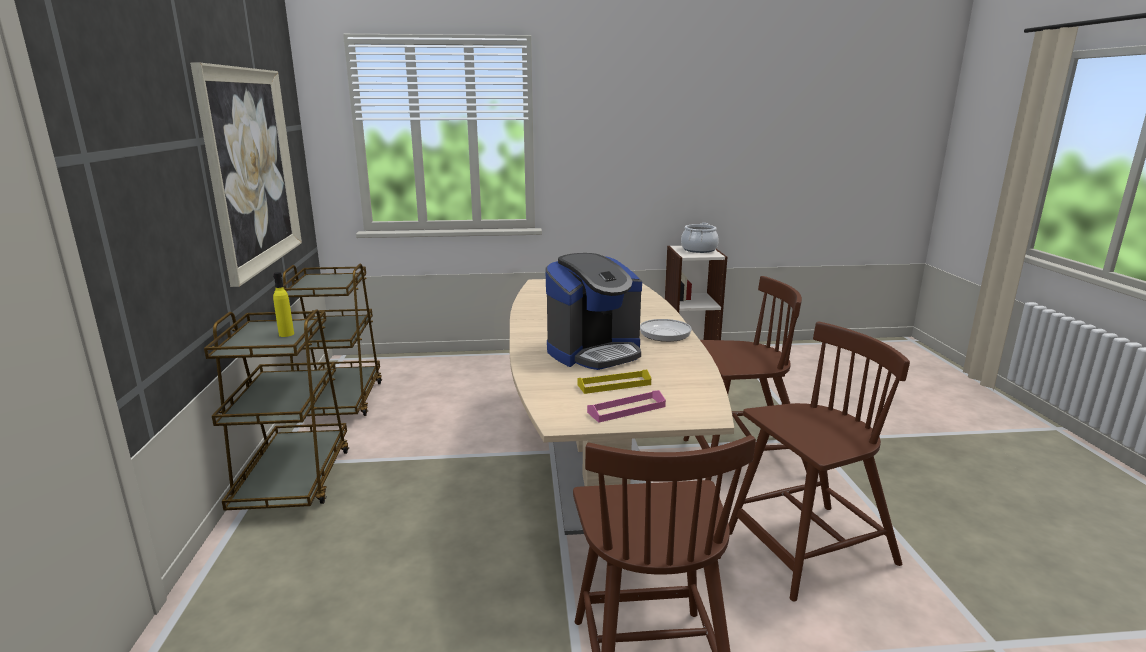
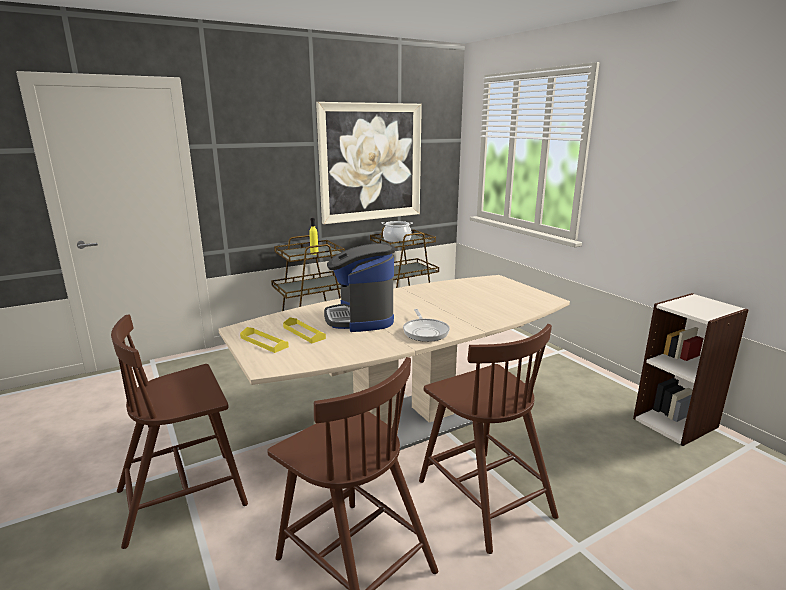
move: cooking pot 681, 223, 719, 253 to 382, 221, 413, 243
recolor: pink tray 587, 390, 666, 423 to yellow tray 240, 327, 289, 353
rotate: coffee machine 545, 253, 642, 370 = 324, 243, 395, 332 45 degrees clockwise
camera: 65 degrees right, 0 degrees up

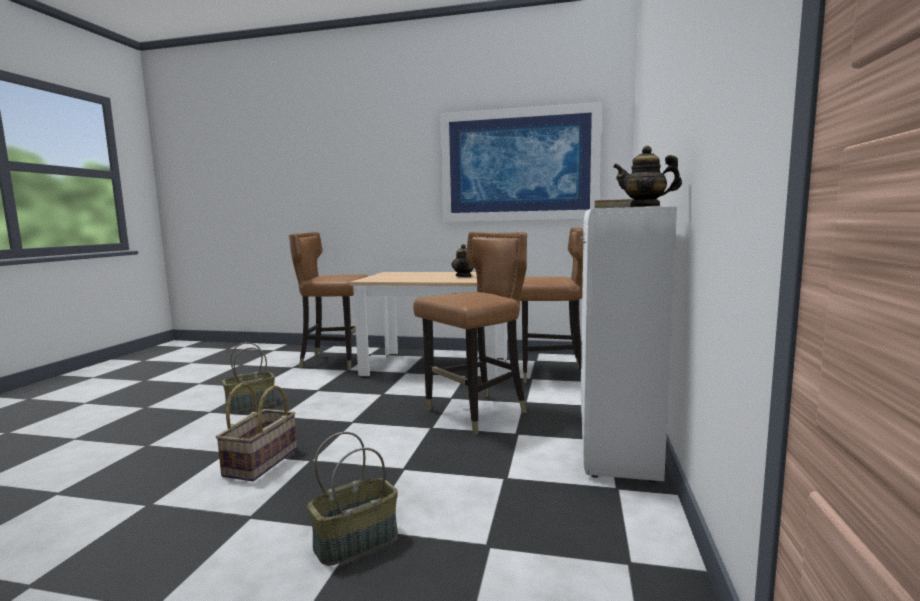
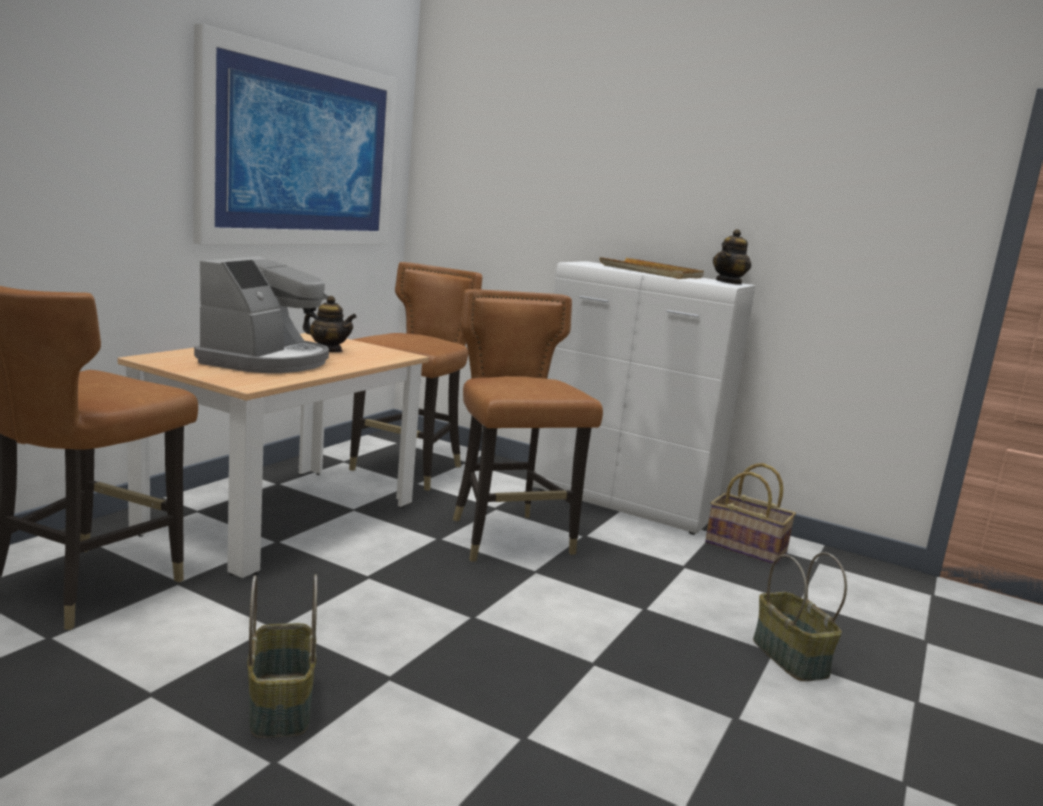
insert: coffee machine 194, 256, 329, 373
move: basket 216, 383, 297, 481 to 705, 463, 796, 565
camera: 75 degrees left, 5 degrees up

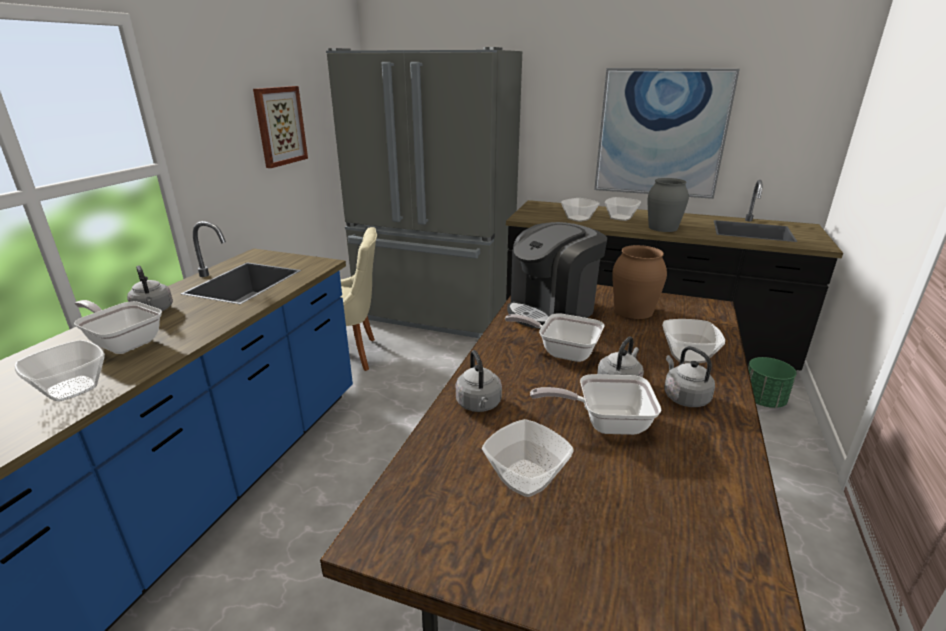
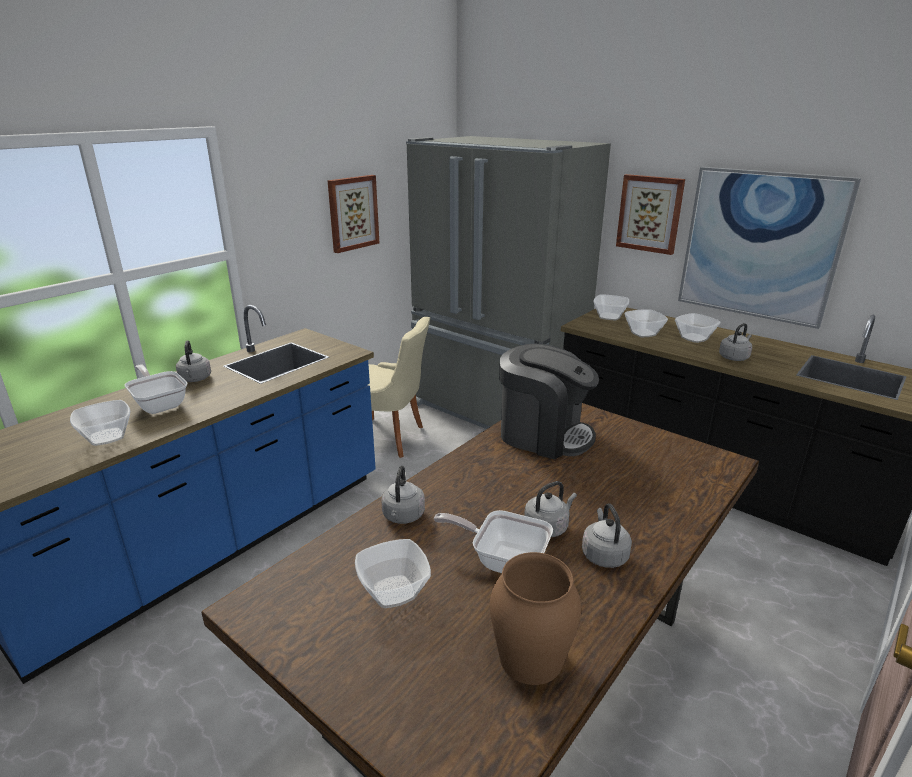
delete: frying pan 505, 313, 604, 362; green planter 748, 357, 797, 408
insert: picture 616, 174, 685, 255
move: brown vase 612, 245, 667, 319 to 490, 552, 581, 685; bowl 662, 319, 725, 363 to 594, 295, 629, 320
replace: grey vase 648, 178, 689, 232 to grey kettle 719, 323, 752, 361
rotate: coffee machine 507, 222, 607, 329 = 499, 344, 599, 460 135 degrees counterclockwise
camera: 20 degrees right, 0 degrees up

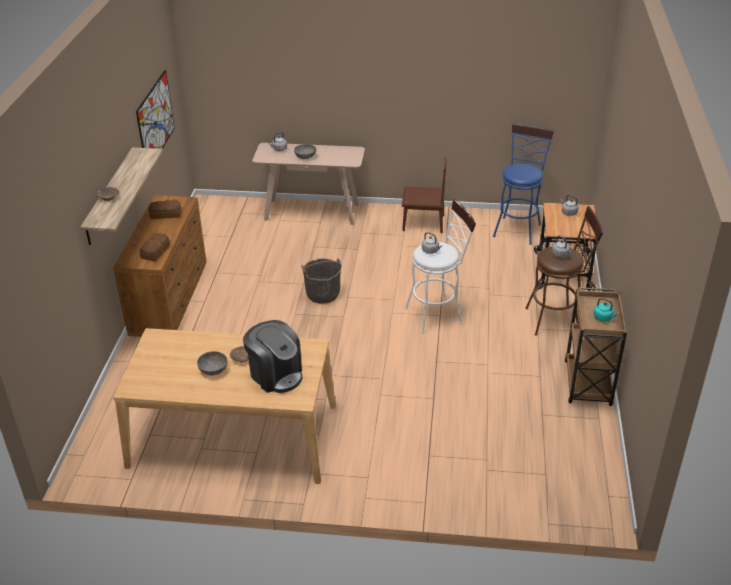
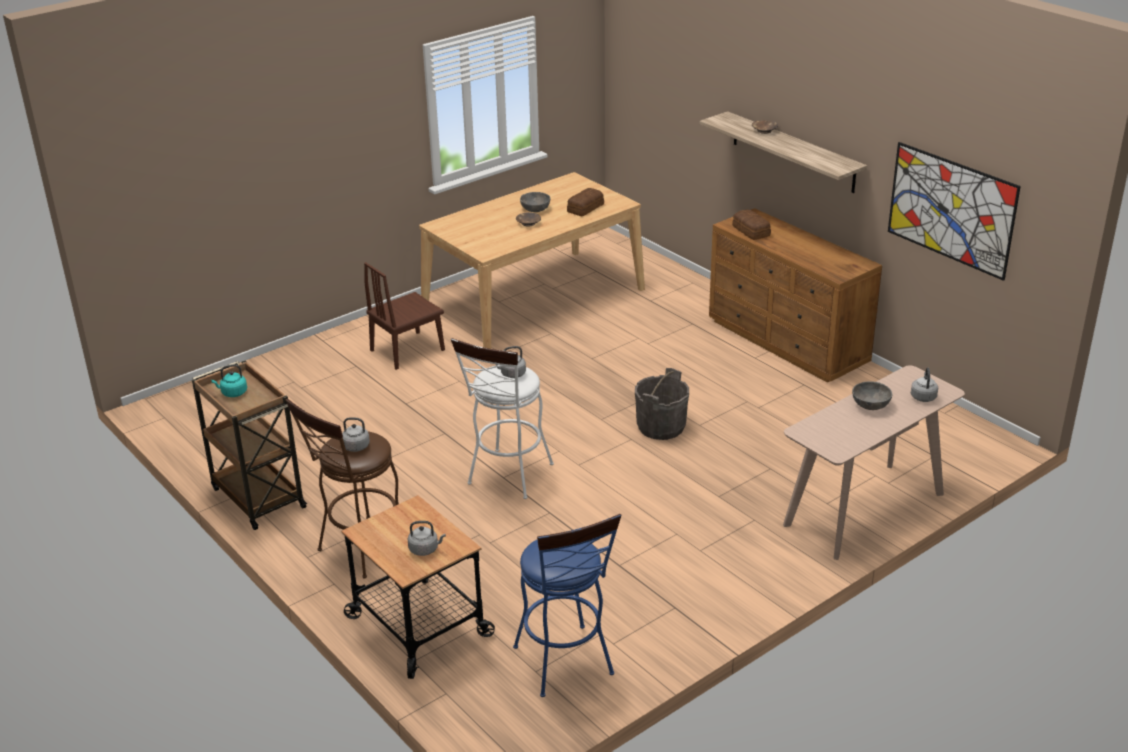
delete: coffee machine 243, 320, 302, 393
move: brown chair 402, 157, 446, 233 to 364, 262, 445, 370; bread 148, 200, 181, 219 to 567, 188, 604, 216
camera: 135 degrees right, 5 degrees down

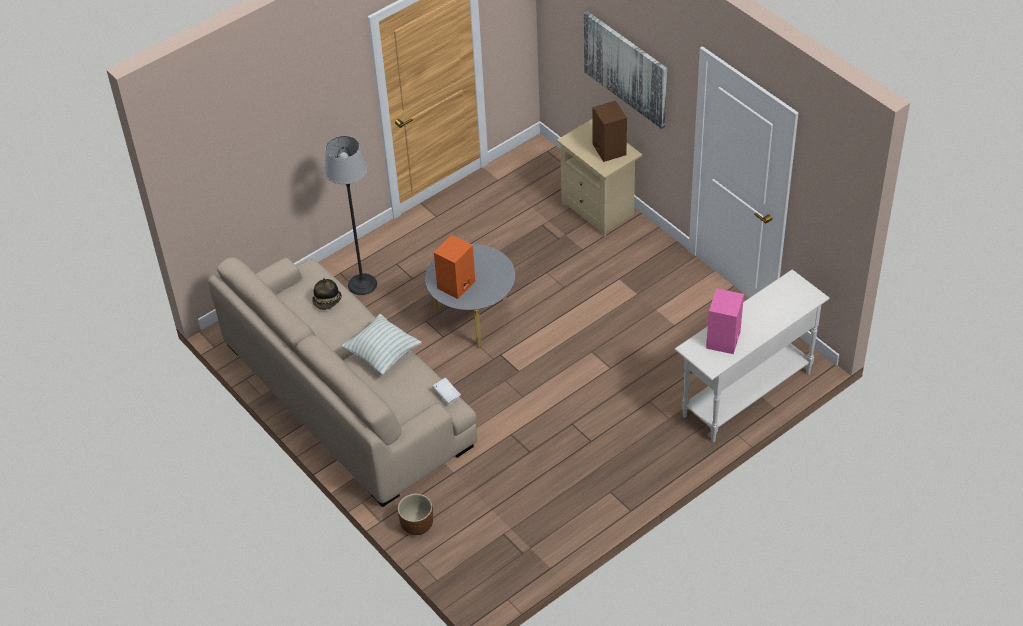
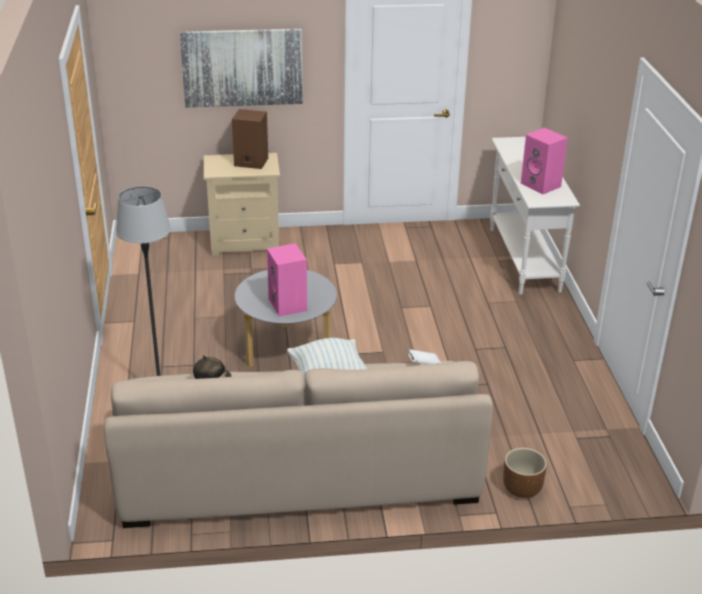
recolor: orange speaker 434, 235, 475, 299 to pink speaker 267, 243, 307, 317
camera: 60 degrees left, 15 degrees down

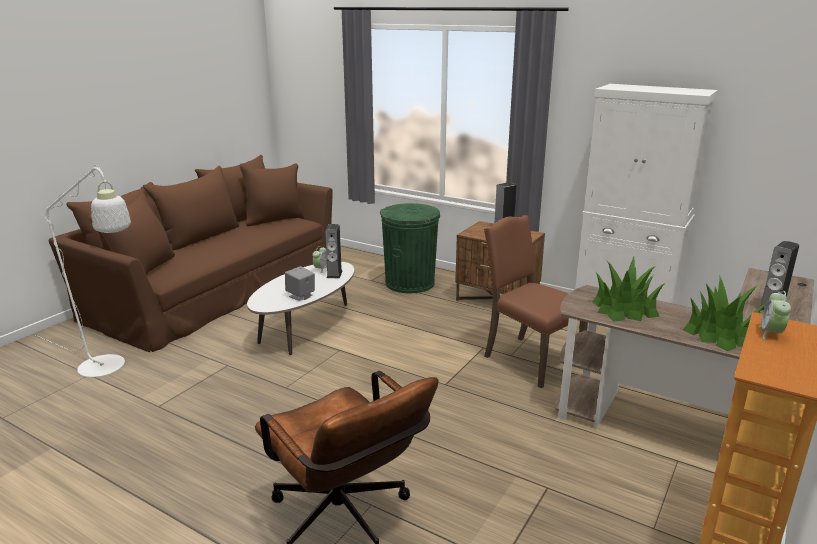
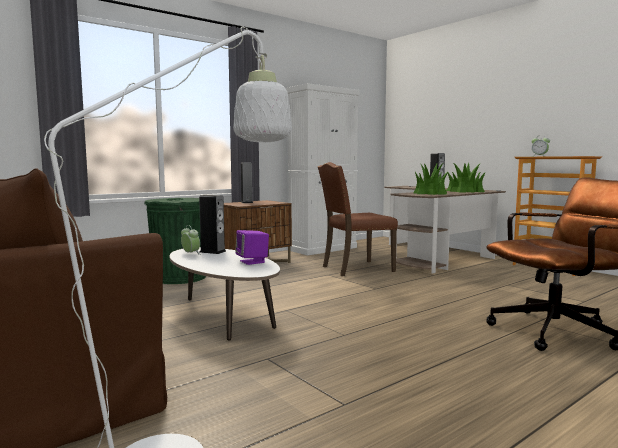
recolor: grey speaker 285, 266, 315, 301 to purple speaker 235, 230, 269, 265
camera: 70 degrees left, 15 degrees down

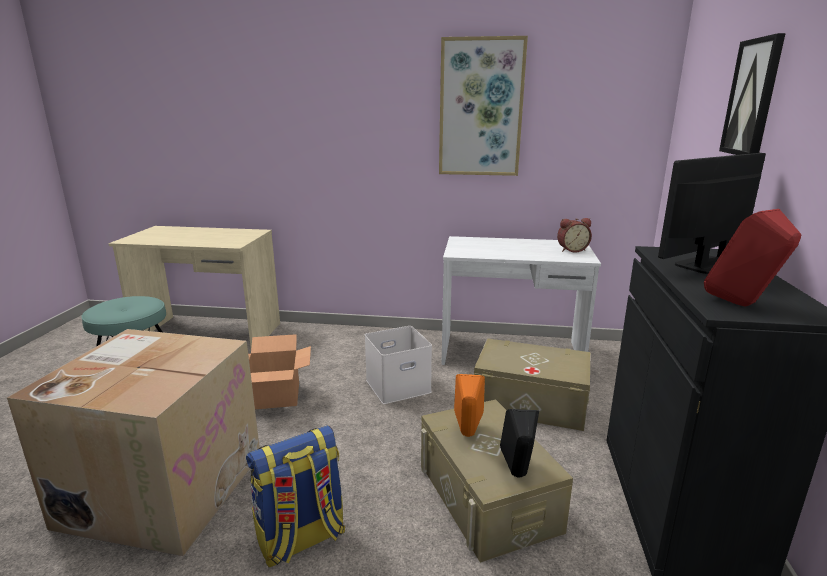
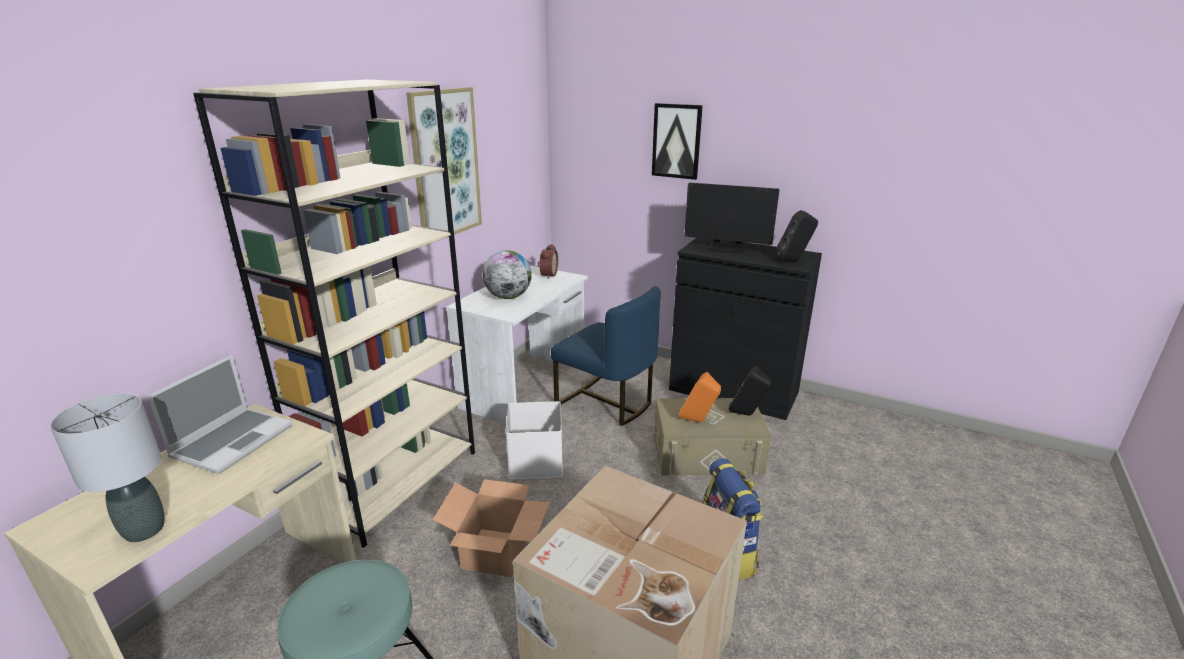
insert: beige bookcase 193, 80, 475, 548; globe 483, 250, 532, 299; laptop 147, 355, 293, 474; grey table lamp 50, 394, 164, 542
replace: beige storage box 474, 338, 590, 431 to blue chair 551, 286, 661, 426
recolor: red speaker 704, 209, 802, 306 to black speaker 776, 210, 818, 262
rotate: monitor 658, 153, 766, 274 = 684, 183, 779, 254 60 degrees counterclockwise
camera: 70 degrees left, 5 degrees up

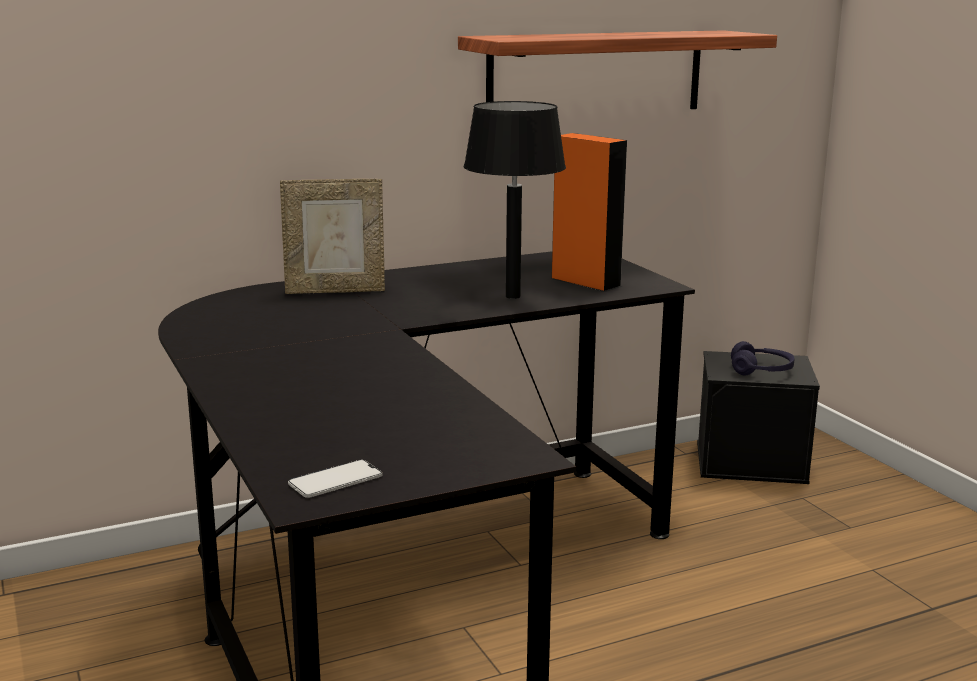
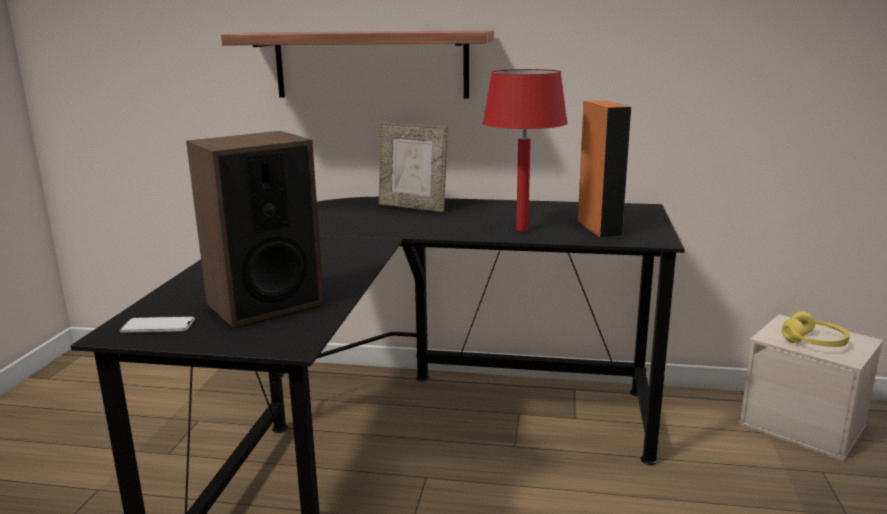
insert: speaker 186, 131, 324, 328
move: shelf 458, 30, 777, 109 to 221, 30, 494, 99
recolor: black table lamp 464, 101, 566, 299 to red table lamp 483, 69, 568, 232; purple headphones 731, 341, 795, 375 to yellow headphones 782, 312, 850, 347; black storage box 697, 351, 820, 484 to beige storage box 738, 314, 883, 462
camera: 35 degrees right, 0 degrees up

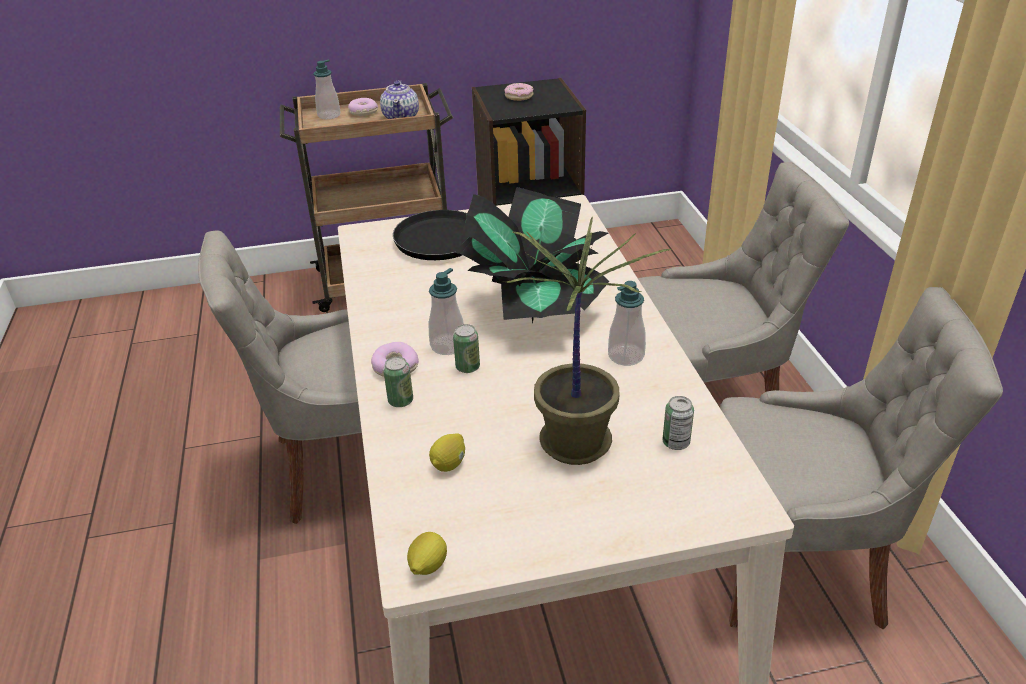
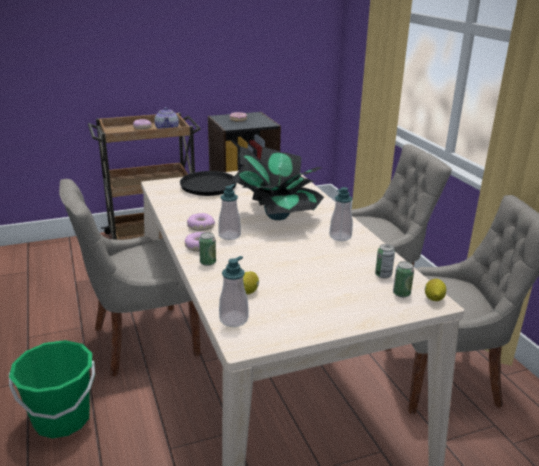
delete: potted plant 503, 217, 672, 465
insert: donut 187, 213, 215, 231; green bucket 9, 340, 95, 439
move: soap dispenser 313, 60, 340, 119 to 219, 256, 248, 327; can 453, 324, 480, 373 to 393, 261, 414, 297; lemon 407, 532, 447, 575 to 425, 279, 446, 301
camera: 10 degrees left, 10 degrees down

